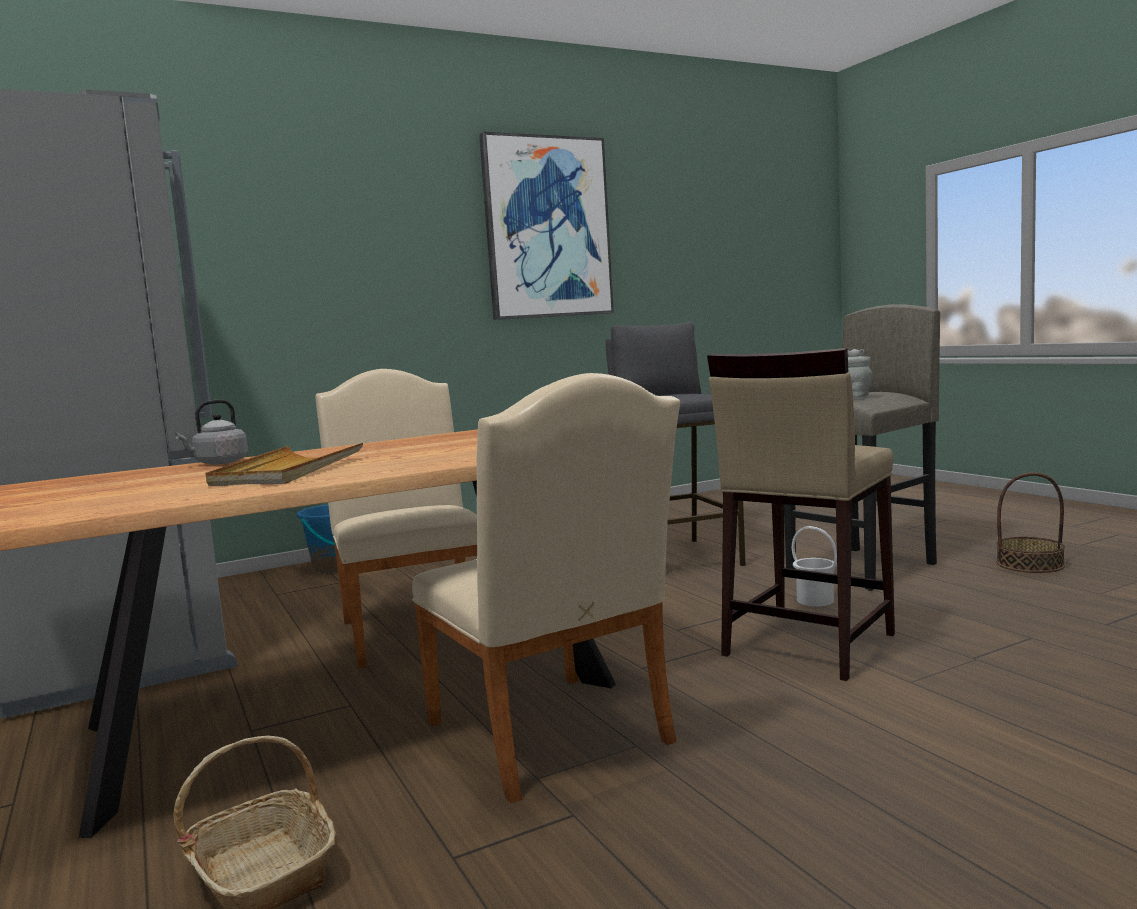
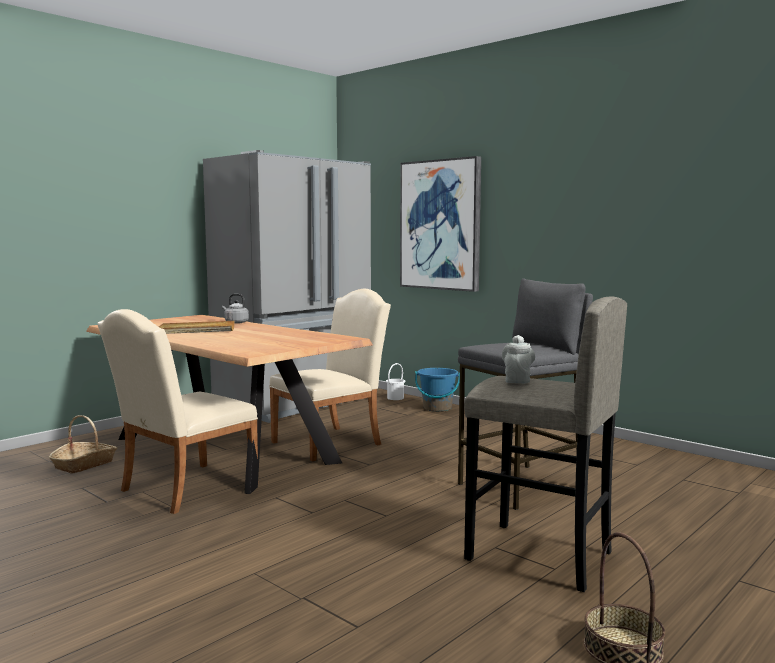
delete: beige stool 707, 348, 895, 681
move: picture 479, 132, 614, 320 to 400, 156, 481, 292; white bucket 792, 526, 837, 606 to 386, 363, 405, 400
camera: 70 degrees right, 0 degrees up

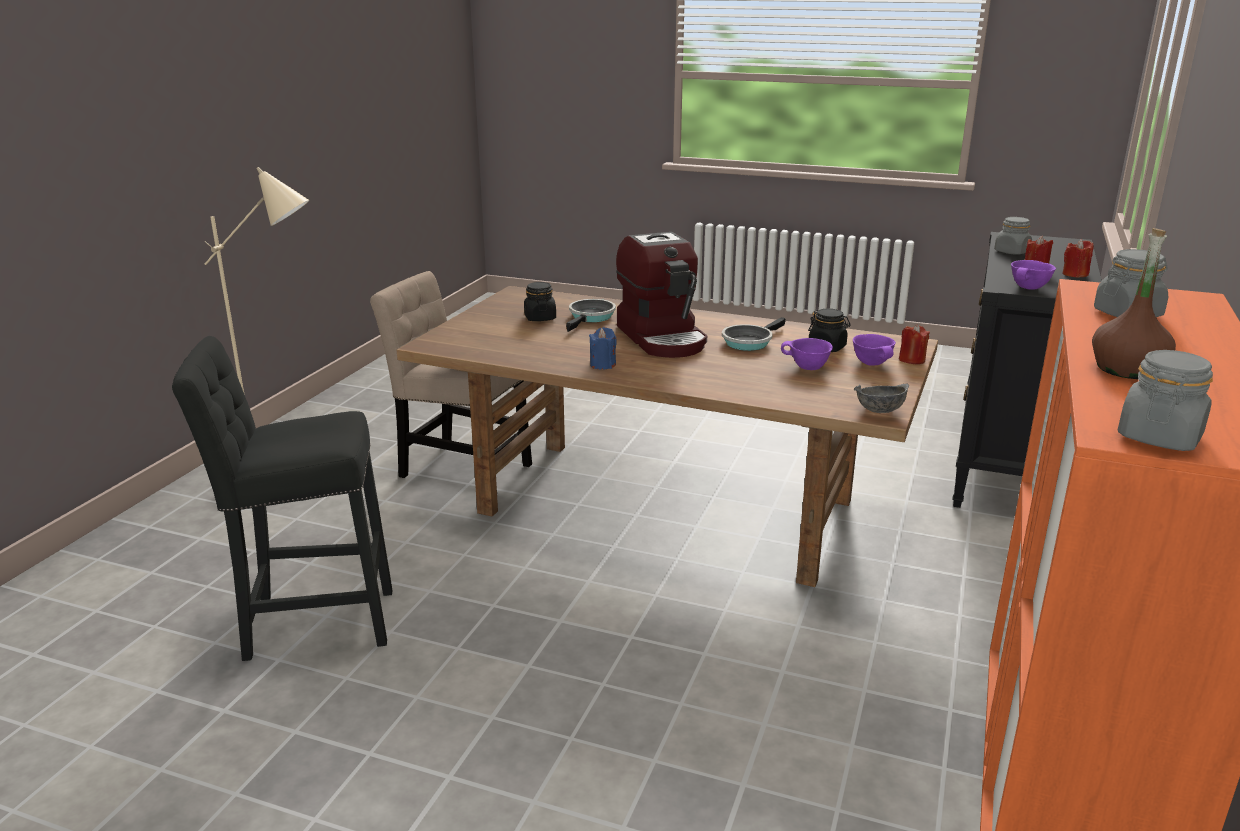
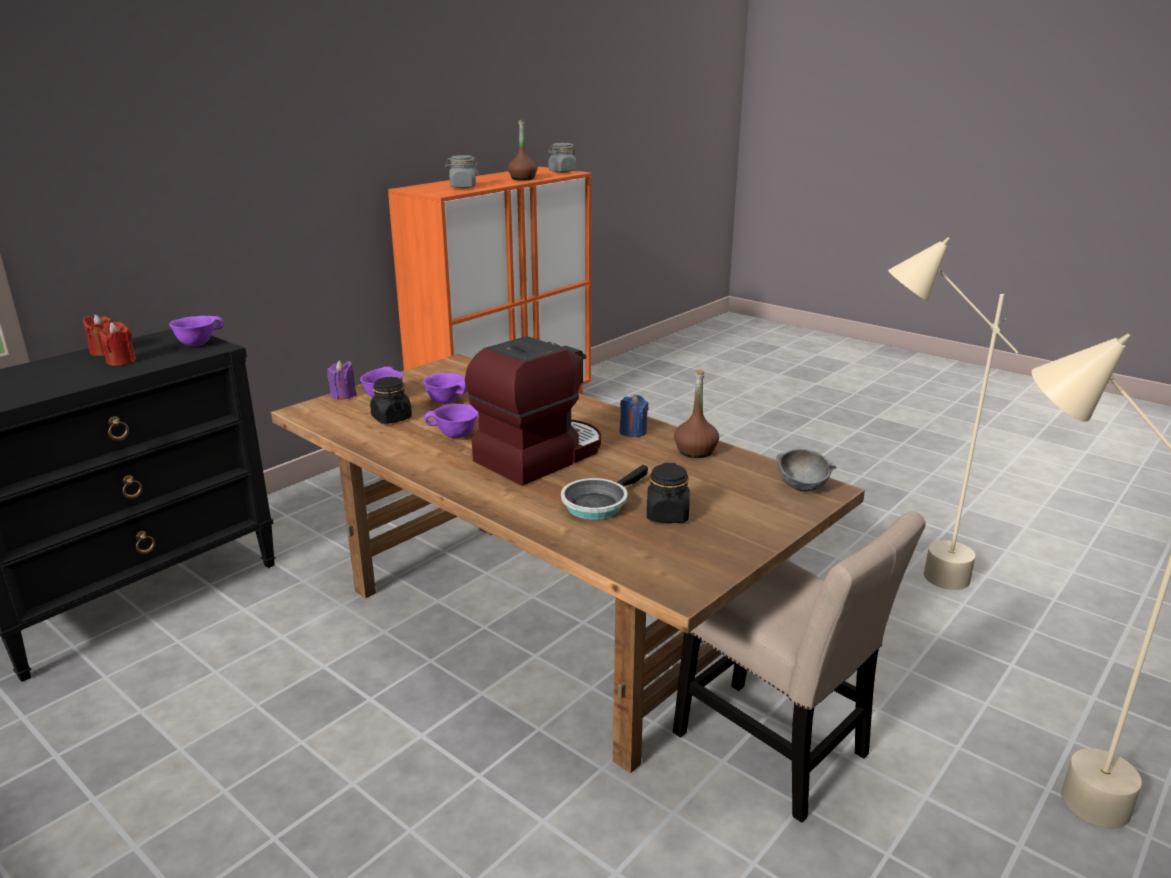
delete: grey jar 994, 217, 1032, 254
insert: brown bottle 674, 369, 719, 458
move: grey bowl 854, 384, 909, 413 to 776, 449, 837, 492
replace: frying pan 722, 317, 786, 351 to purple bowl 424, 404, 478, 438; black stool 172, 336, 393, 661 to beige floor lamp 888, 237, 1018, 590
recolor: red candle 899, 324, 930, 364 to purple candle 327, 360, 357, 400
rotate: coffee machine 616, 232, 707, 358 = 465, 336, 601, 486 45 degrees clockwise
camera: 160 degrees left, 0 degrees up

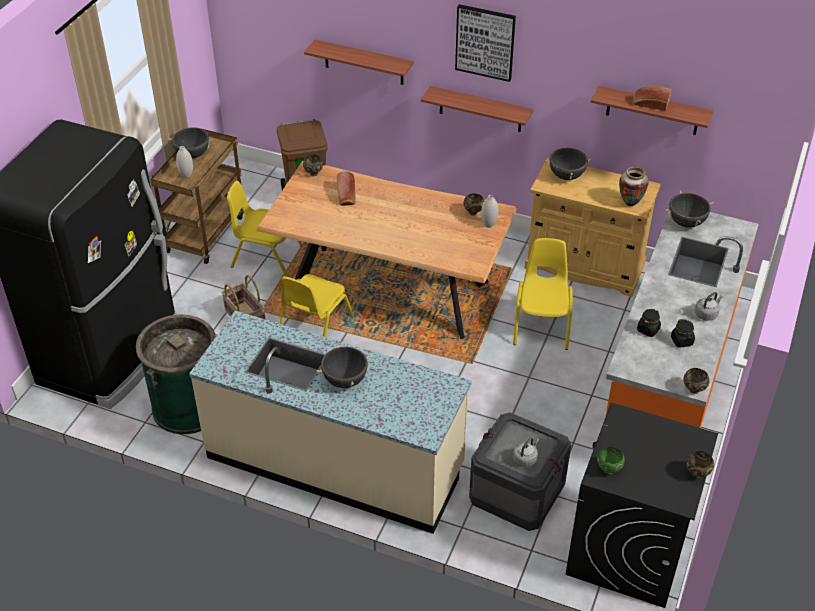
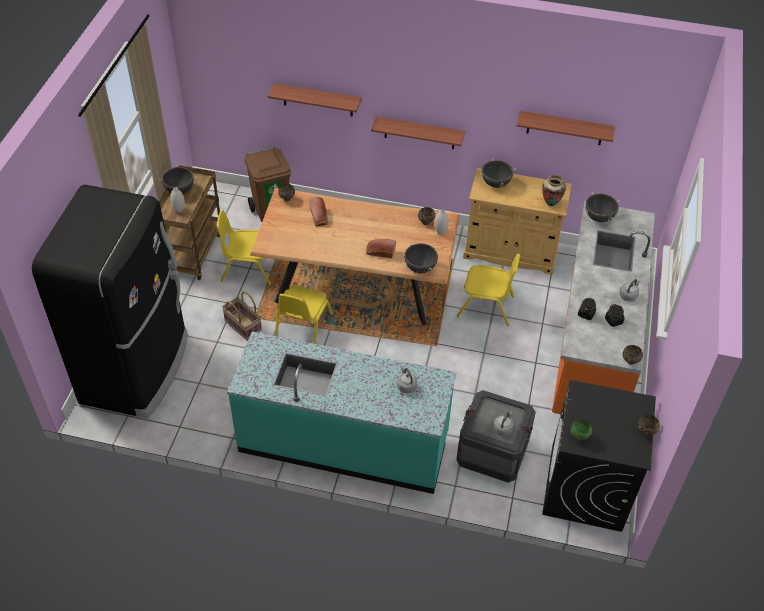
delete: picture 455, 4, 516, 82; green trash can 136, 314, 216, 434
insert: grey kettle 397, 366, 417, 393
move: bread 633, 86, 672, 111 to 366, 239, 396, 258; black cooking pot 317, 344, 372, 388 to 403, 242, 439, 273
recolor: beige counter 189, 311, 472, 534 to turquoise counter 227, 332, 457, 494
rotate: yellow chair 513, 238, 573, 350 = 456, 254, 520, 325 105 degrees clockwise
camera: 10 degrees left, 5 degrees up

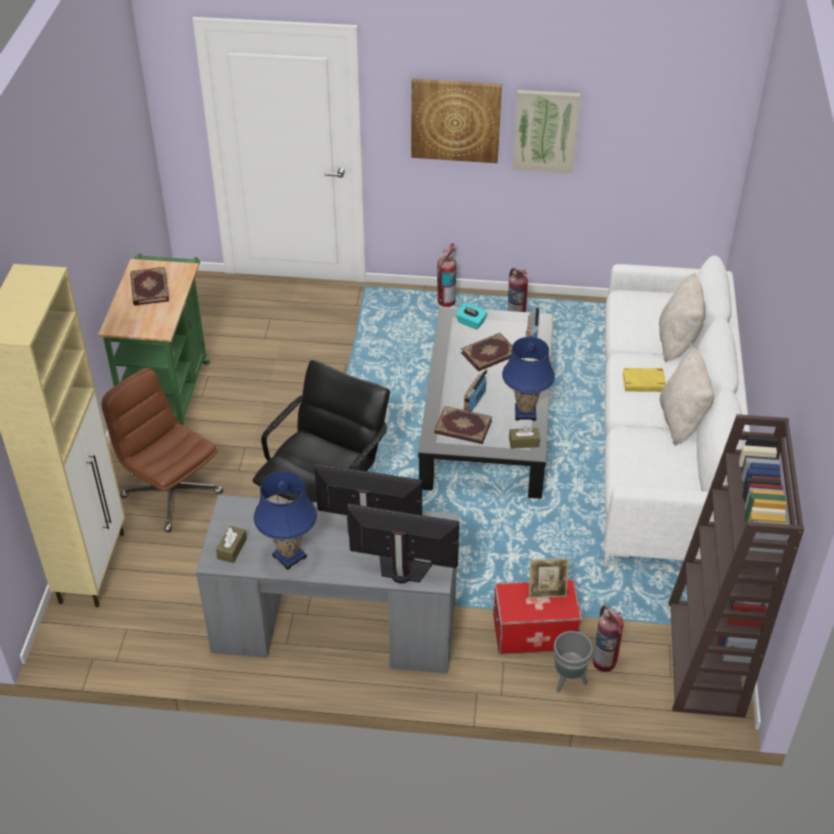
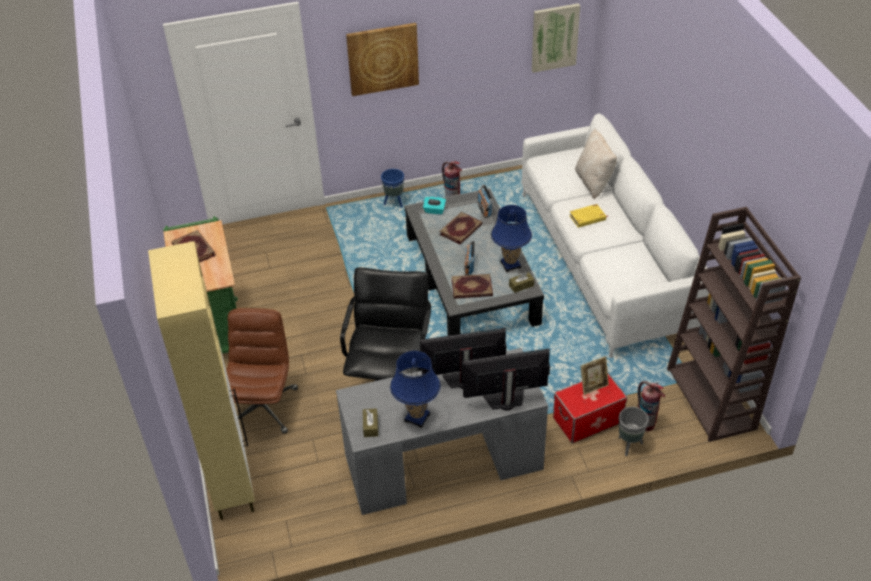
delete: beige pillow 660, 347, 714, 446
move: picture 513, 90, 580, 173 to 532, 3, 580, 73
replace: fire extinguisher 437, 243, 457, 307 to blue planter 381, 169, 404, 208
rotate: brown office chair 101, 368, 223, 532 = 226, 308, 298, 434 75 degrees clockwise
camera: 20 degrees left, 0 degrees up

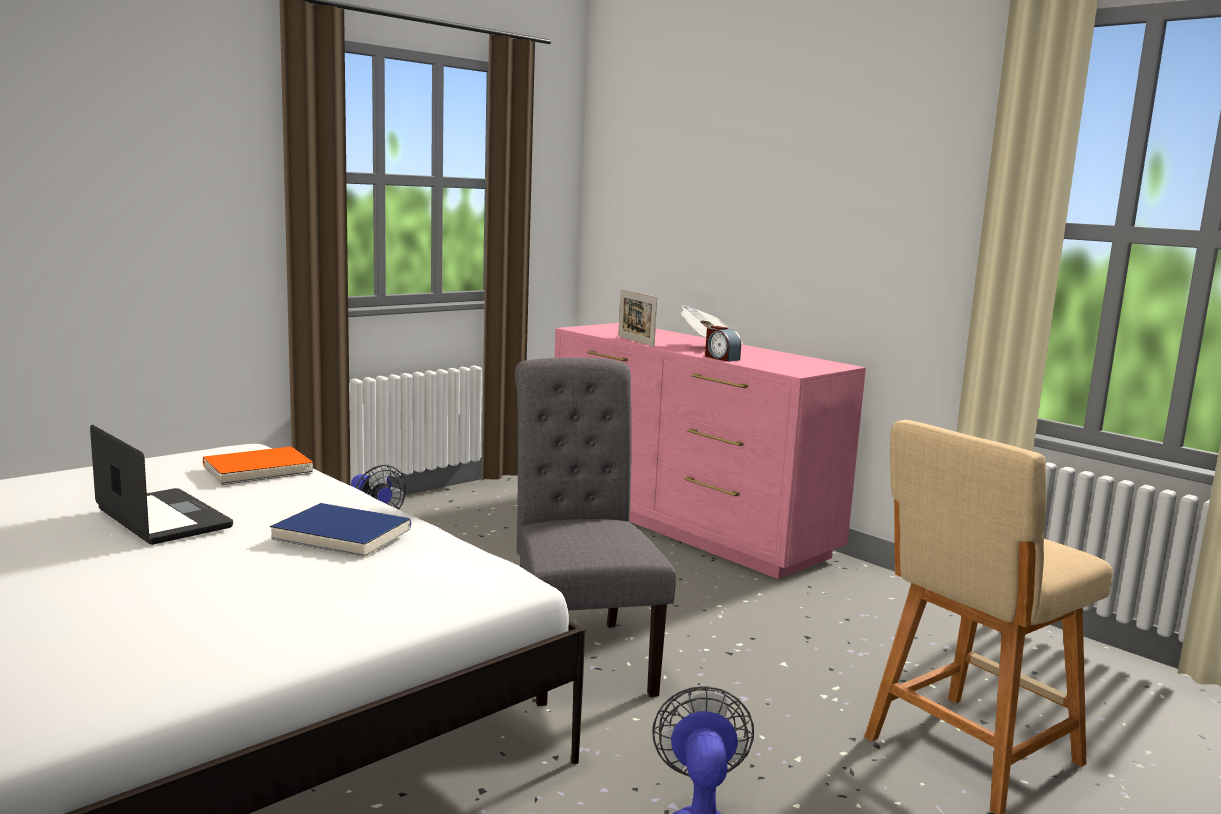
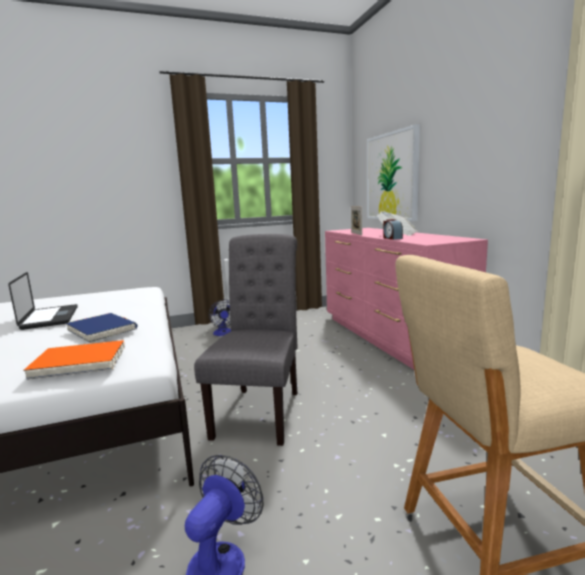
insert: picture 367, 124, 420, 221
move: orange book 203, 447, 313, 485 to 23, 340, 125, 380
camera: 25 degrees right, 0 degrees up

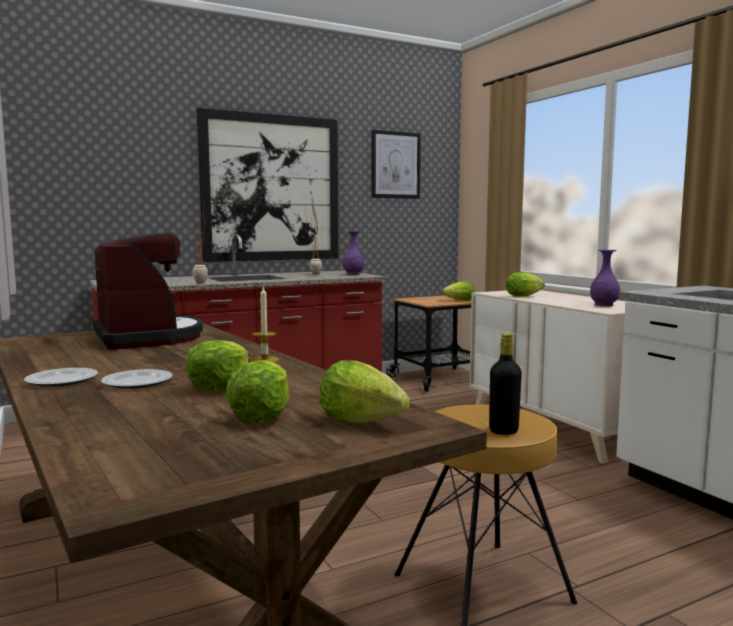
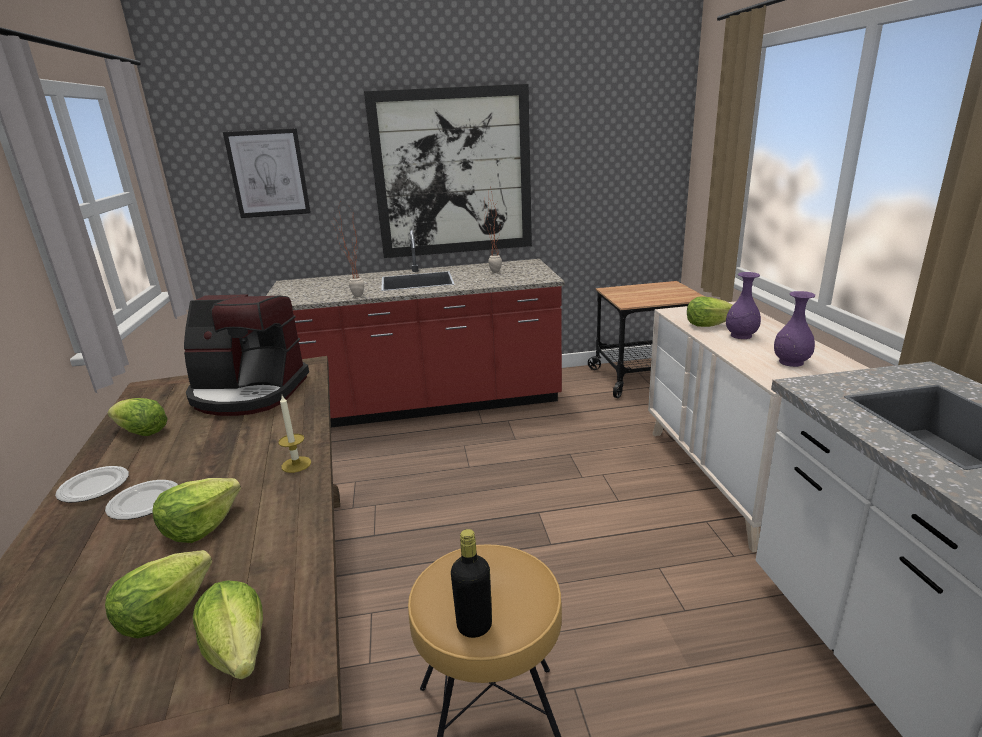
move: picture 372, 130, 421, 199 to 223, 128, 311, 218; purple vase 343, 231, 364, 275 to 726, 272, 761, 339; lettuce 442, 281, 475, 301 to 107, 398, 168, 436
rotate: coffee machine 93, 232, 203, 350 = 184, 294, 309, 416 105 degrees clockwise
camera: 20 degrees right, 15 degrees up

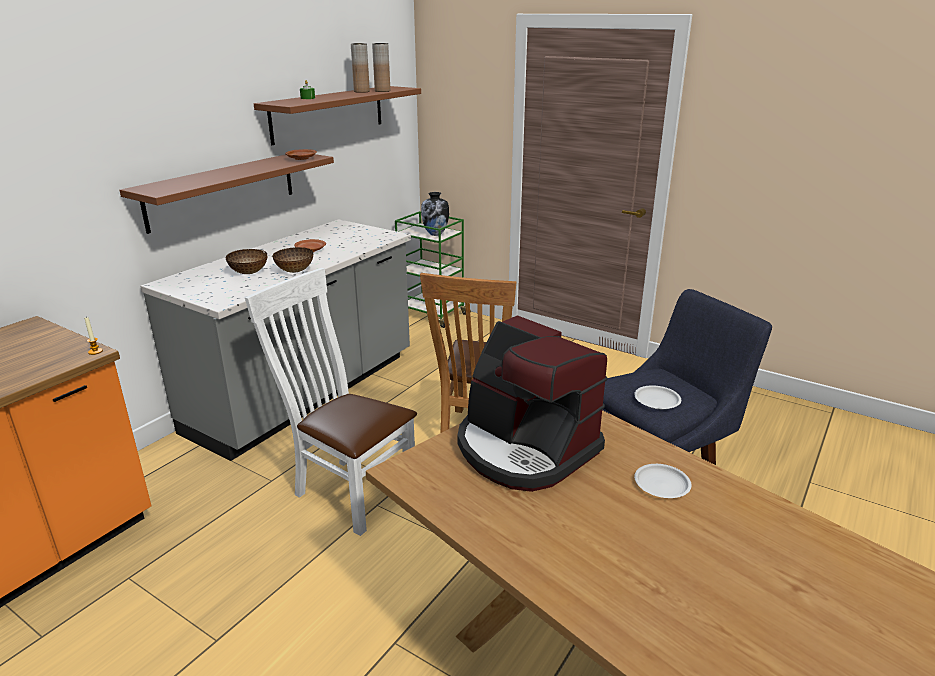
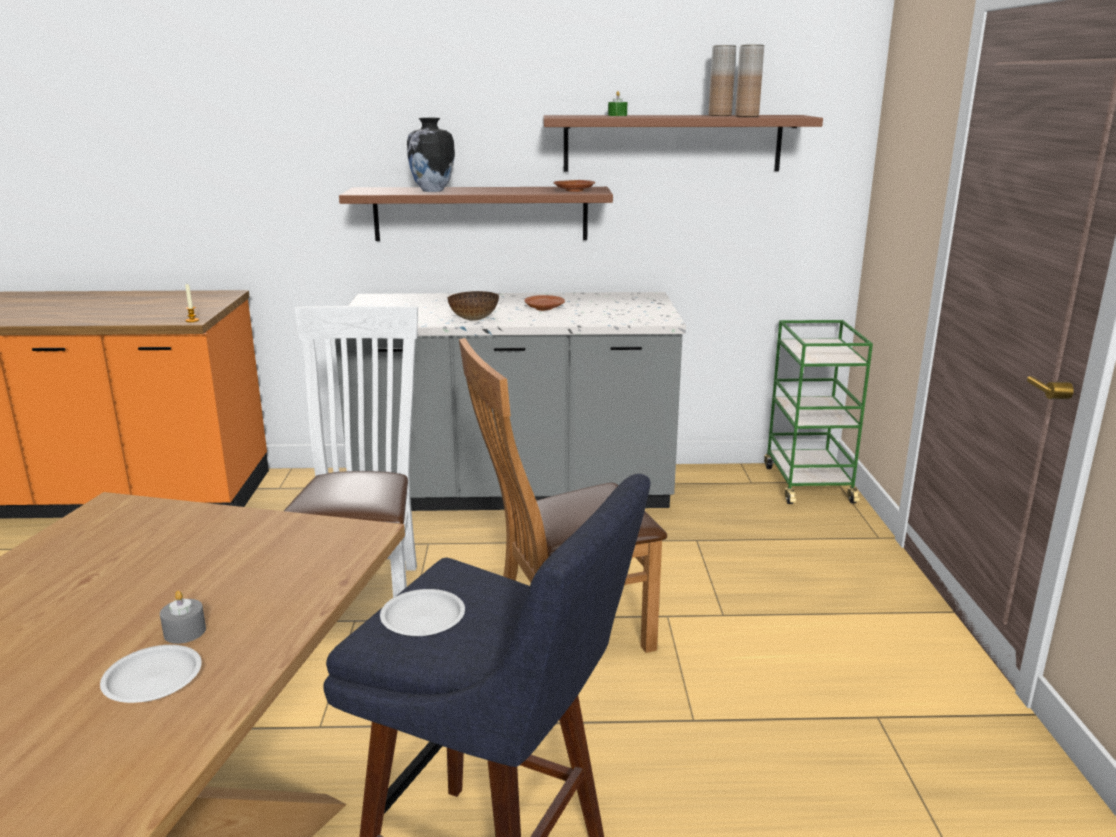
delete: bowl 226, 249, 267, 274; coffee machine 457, 315, 608, 492
insert: grey candle 160, 591, 206, 644
move: vase 421, 192, 449, 236 to 407, 118, 455, 192
camera: 55 degrees right, 5 degrees down

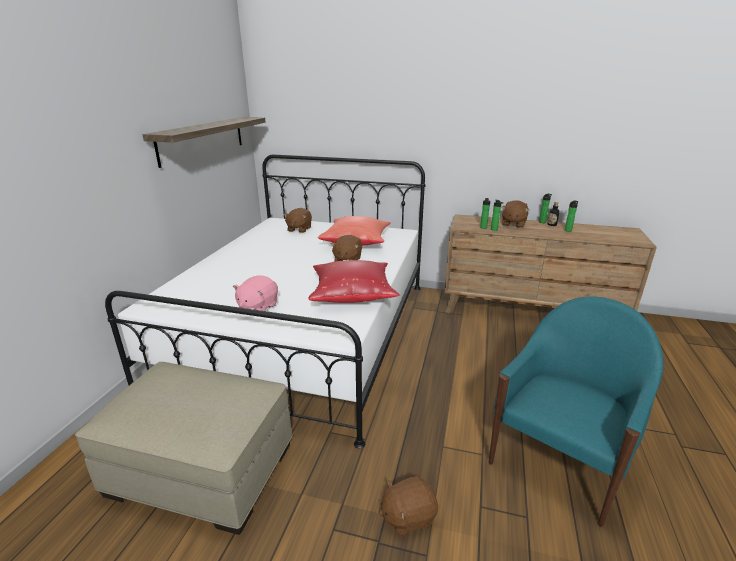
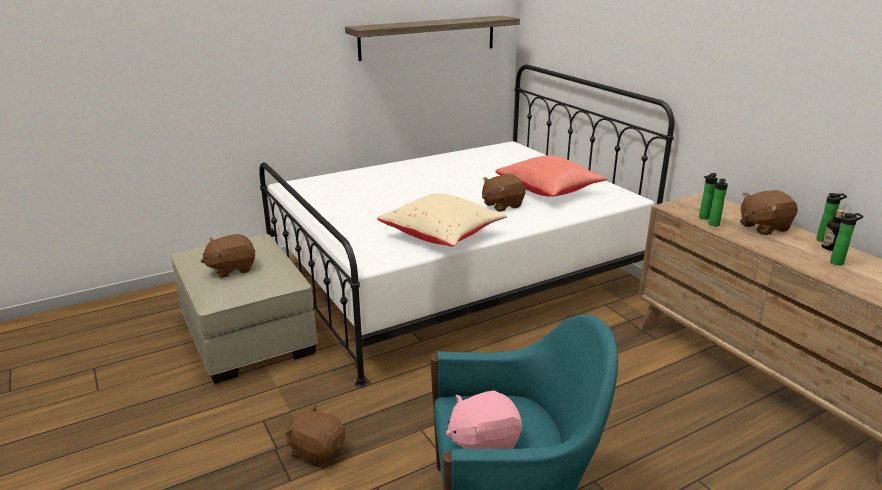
move: brown plush toy 284, 208, 312, 233 to 201, 234, 255, 278; pink plush toy 233, 275, 278, 311 to 446, 390, 522, 449
recolor: red pillow 308, 260, 400, 303 to beige pillow 377, 193, 507, 246
camera: 45 degrees right, 0 degrees up

